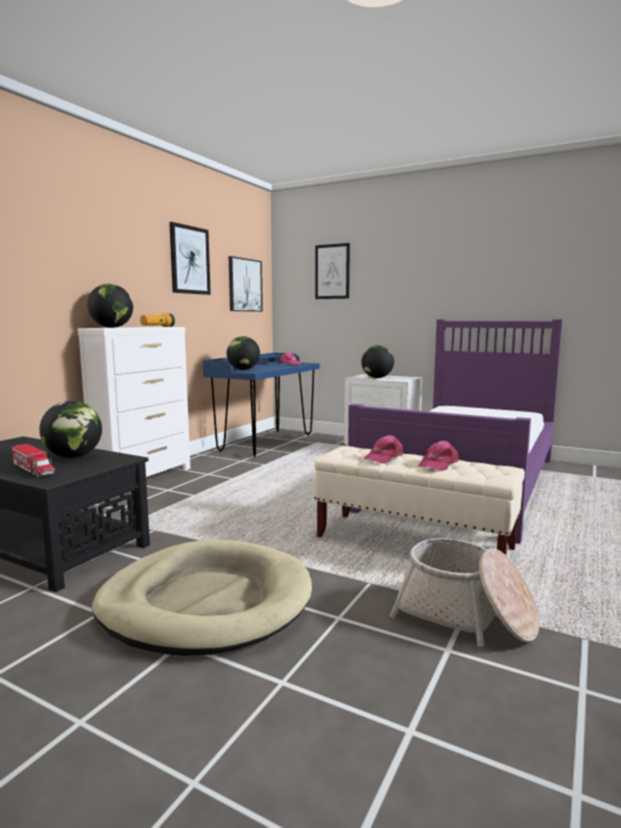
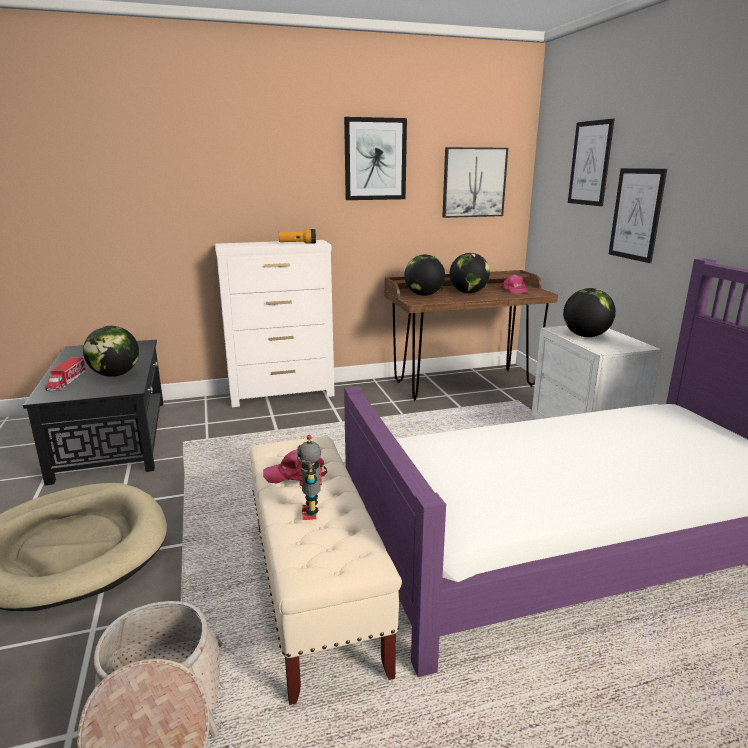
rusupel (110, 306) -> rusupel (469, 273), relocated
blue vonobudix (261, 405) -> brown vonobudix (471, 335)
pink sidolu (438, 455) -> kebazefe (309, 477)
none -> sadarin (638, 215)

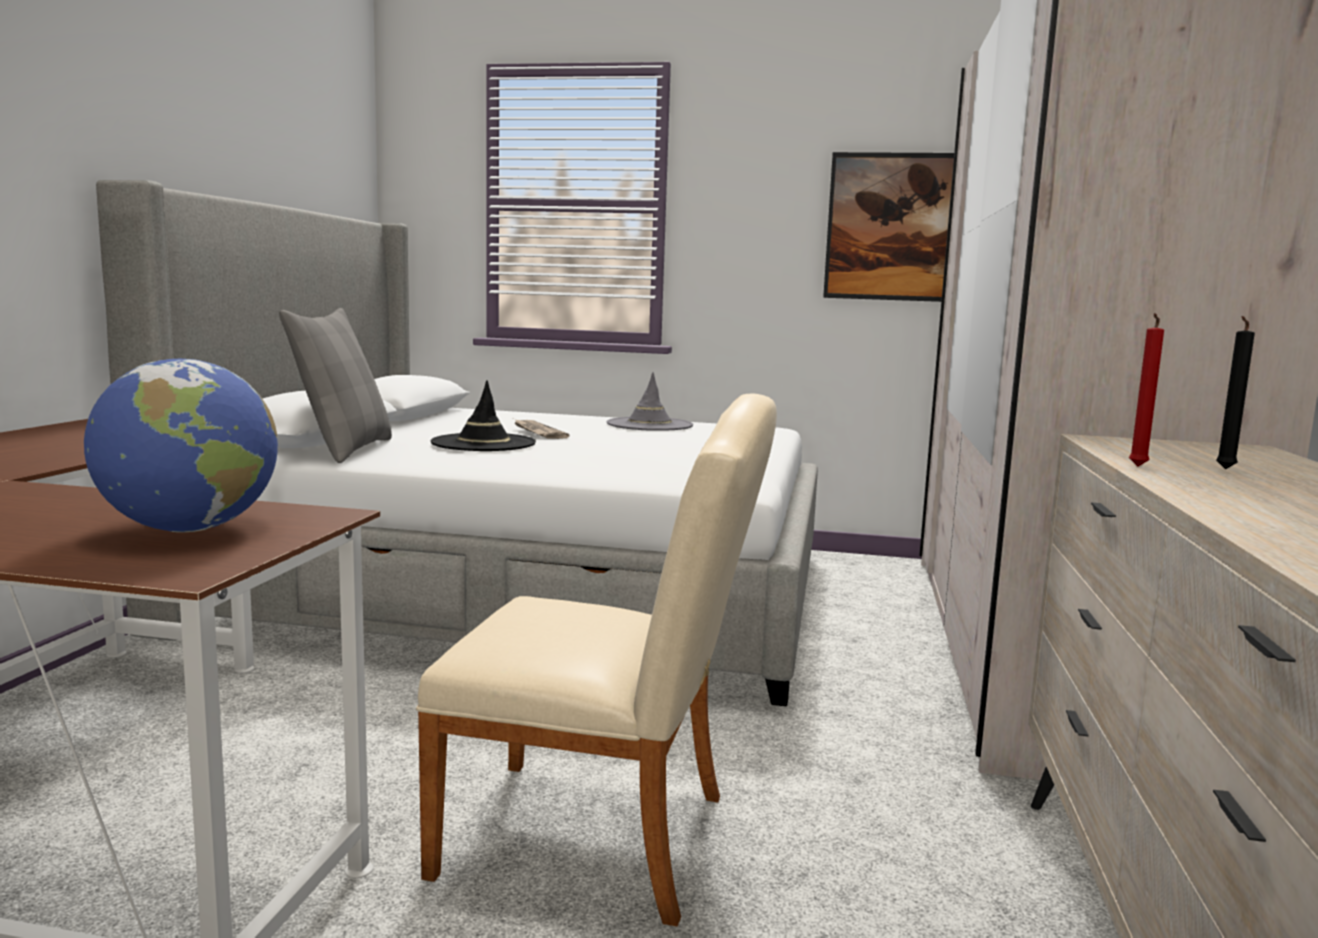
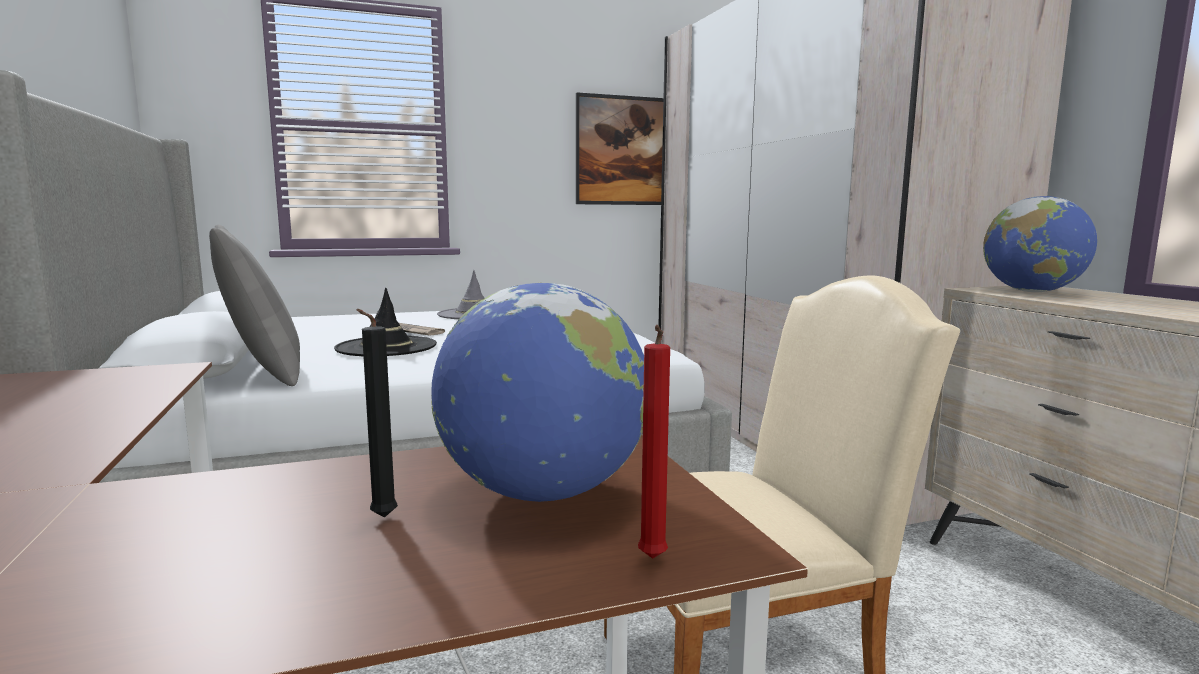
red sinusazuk (1146, 390) -> red sinusazuk (654, 442), relocated
black sinusazuk (1235, 392) -> black sinusazuk (377, 413), relocated
none -> rusupel (1040, 244)

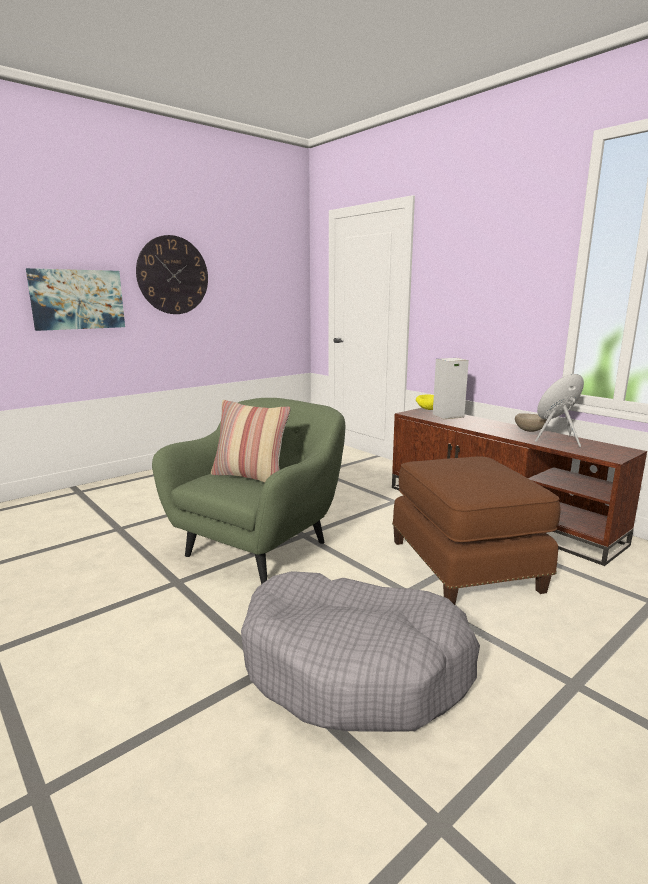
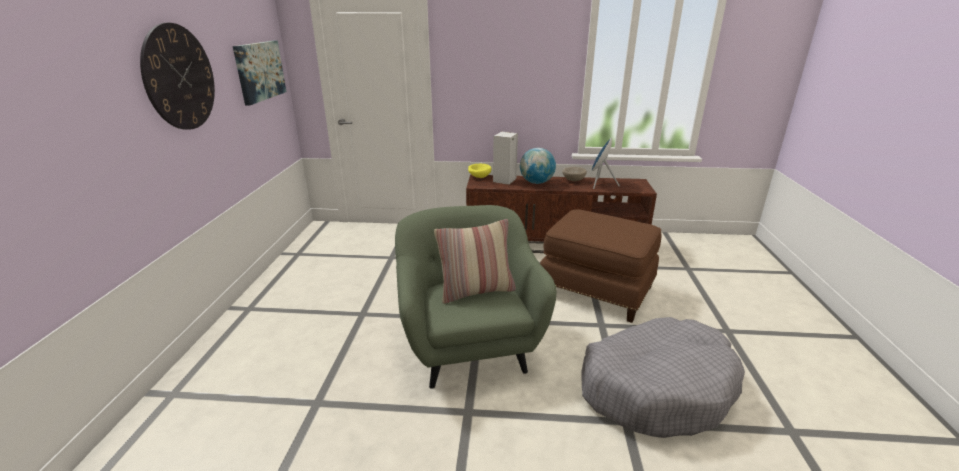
sadarin (75, 299) -> sadarin (259, 73), relocated
none -> rusupel (538, 166)

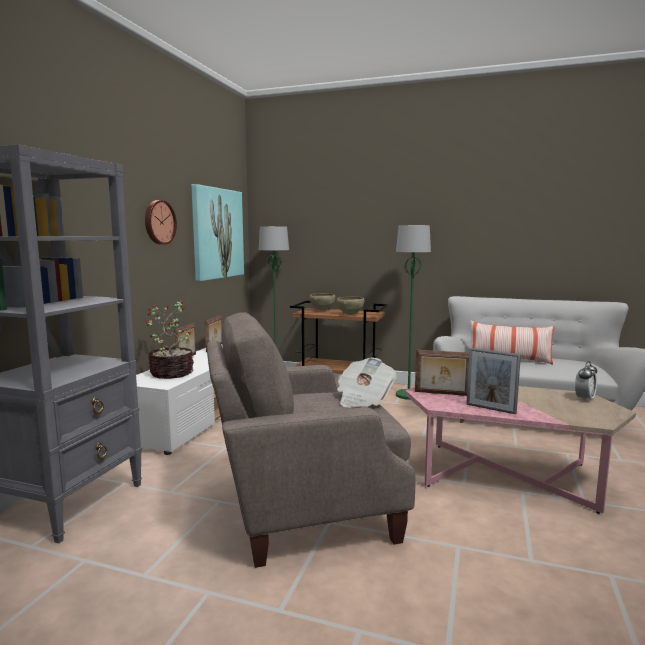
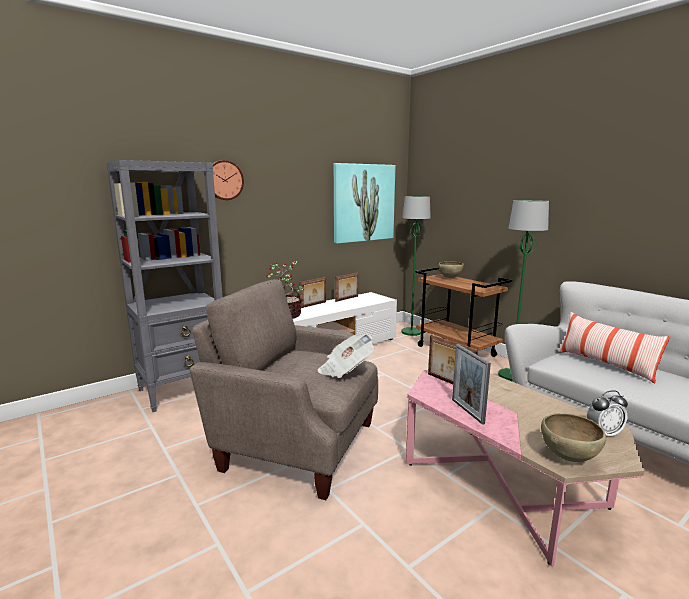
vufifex (161, 222) -> vufifex (228, 180), relocated
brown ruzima (351, 305) -> brown ruzima (573, 437), relocated

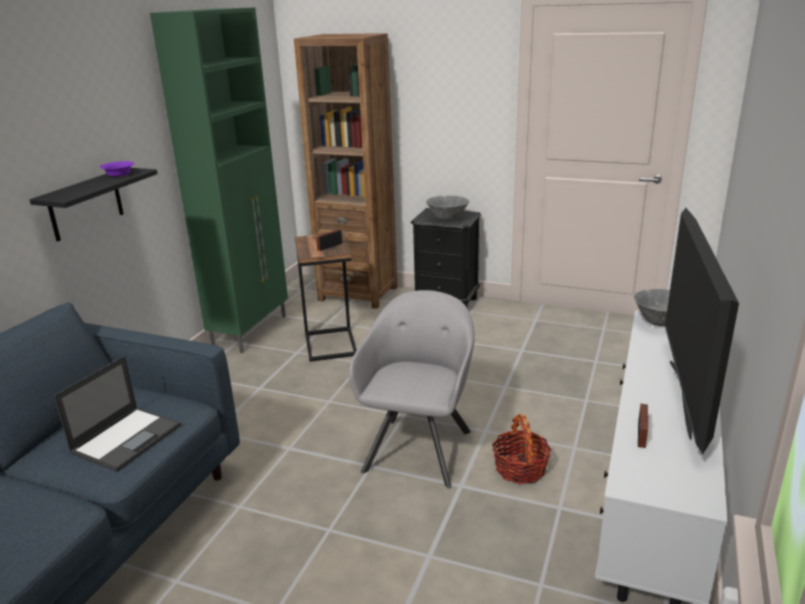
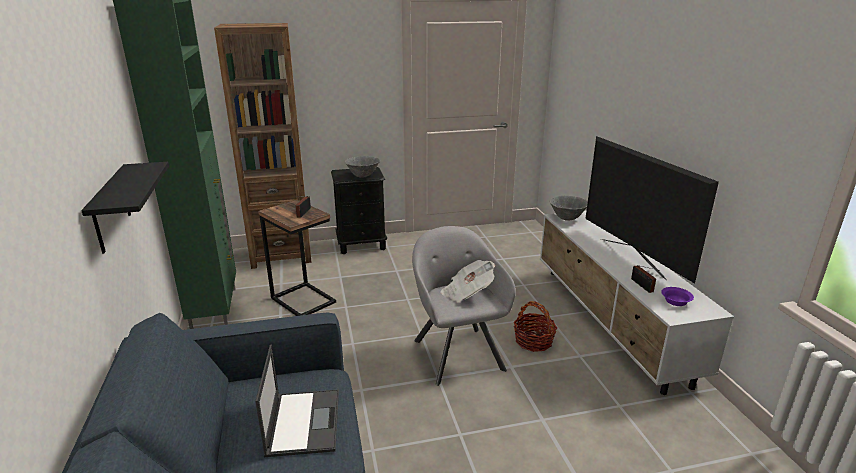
purple ruzima (117, 169) -> purple ruzima (677, 296), relocated
none -> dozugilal (468, 281)

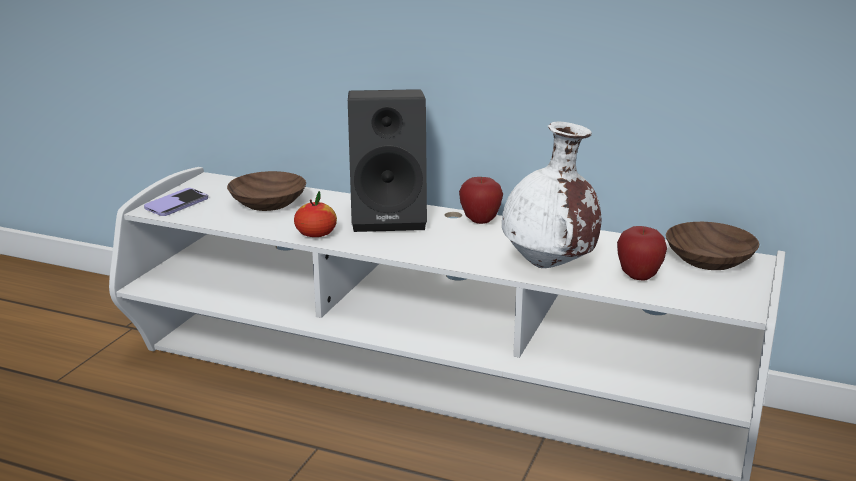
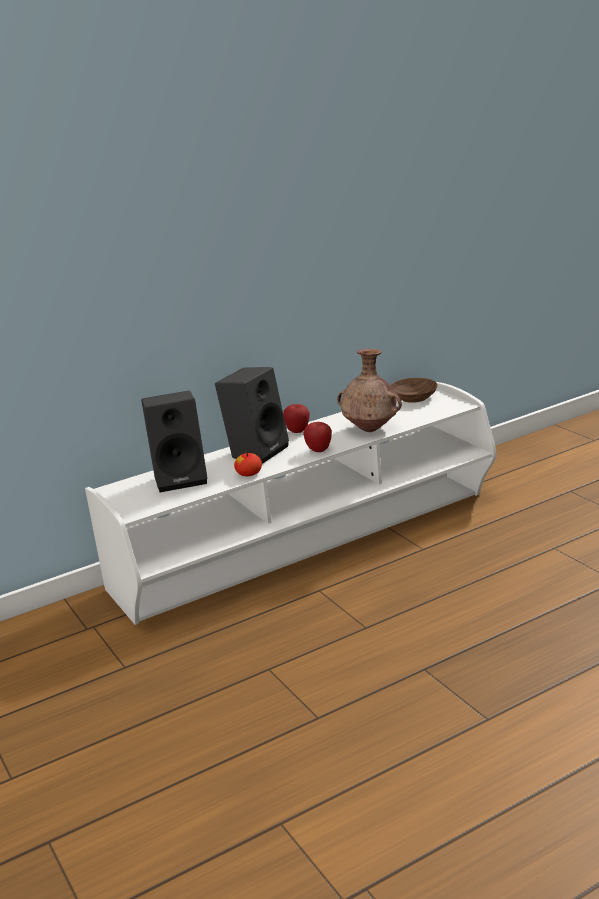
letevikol (176, 202) -> none
brown ruzima (266, 191) -> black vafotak (174, 441)
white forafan (551, 195) -> brown forafan (369, 390)
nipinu (642, 253) -> nipinu (318, 437), relocated

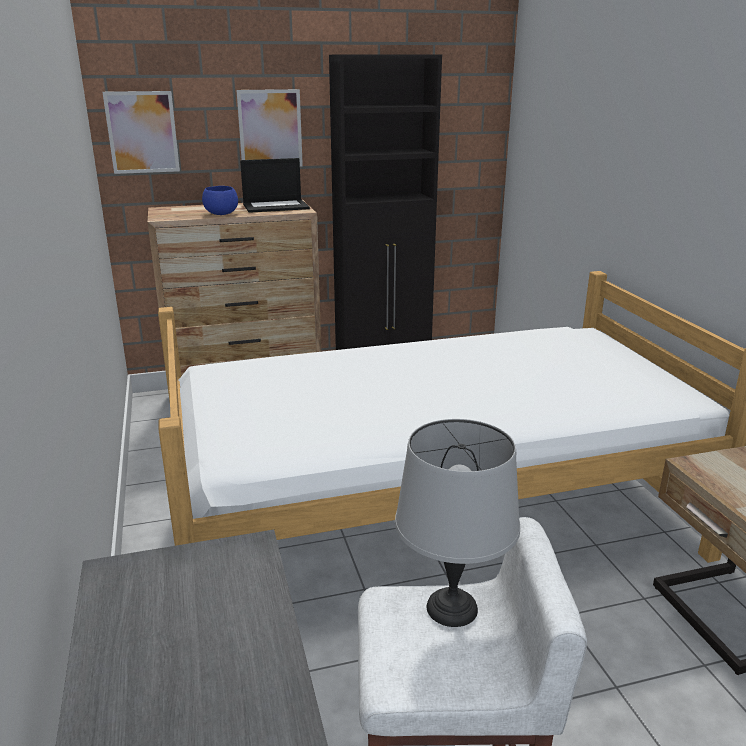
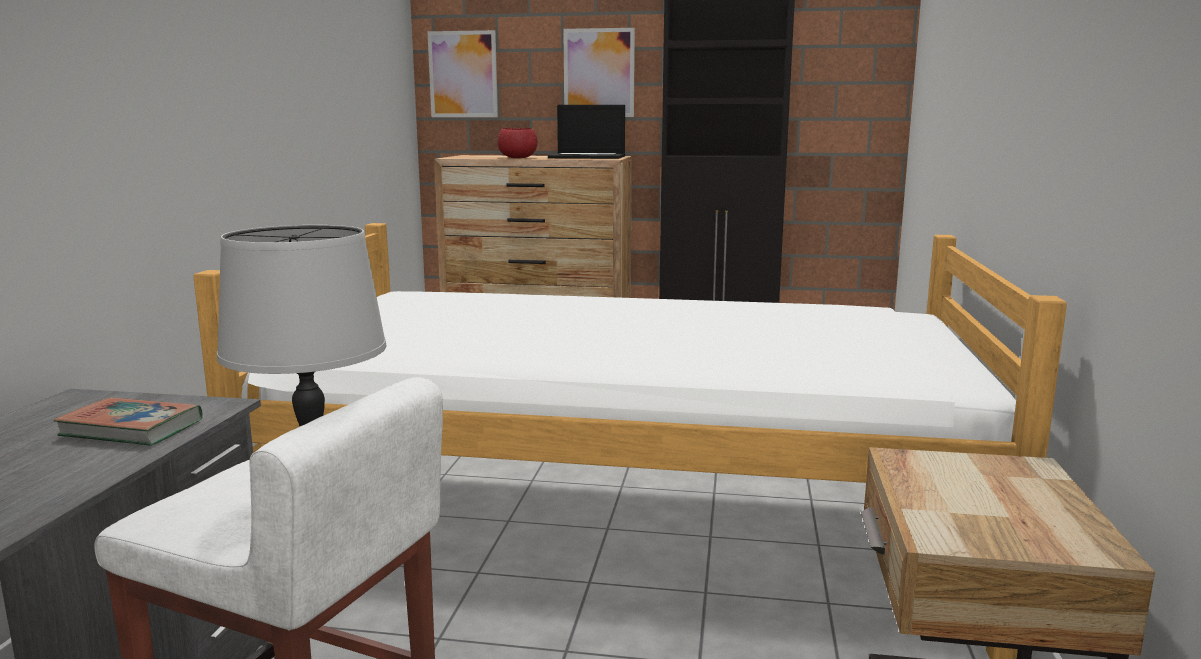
blue ruzima (220, 200) -> red ruzima (518, 143)
none -> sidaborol (128, 421)

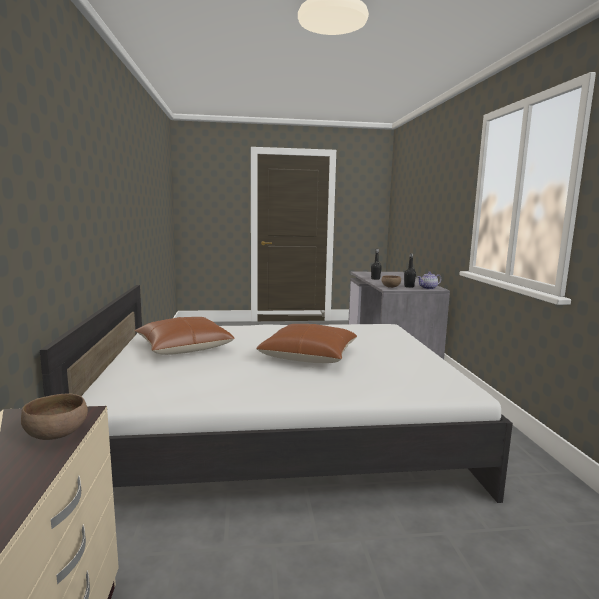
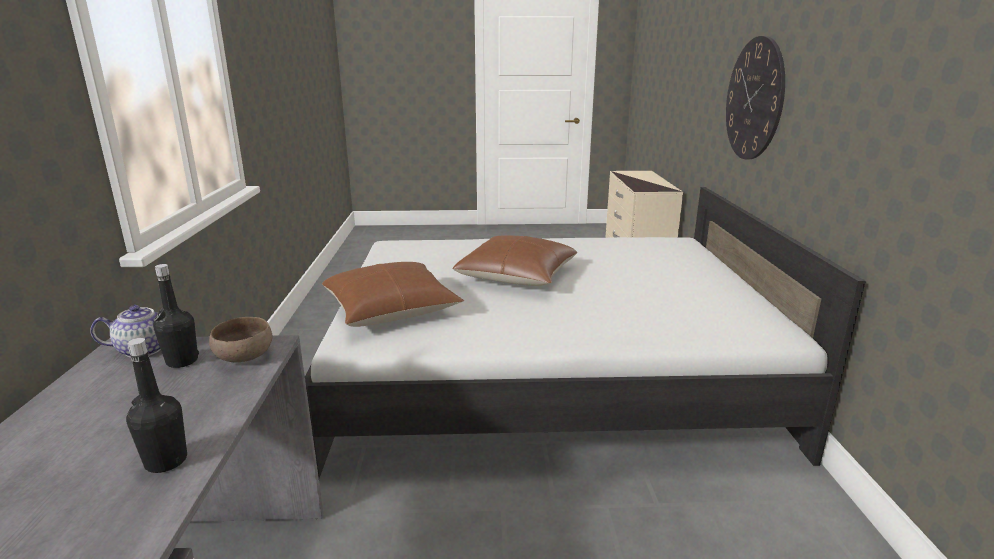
brown ruzima (54, 416) -> none
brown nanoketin (184, 336) -> brown nanoketin (393, 294), relocated
none -> vufifex (755, 97)

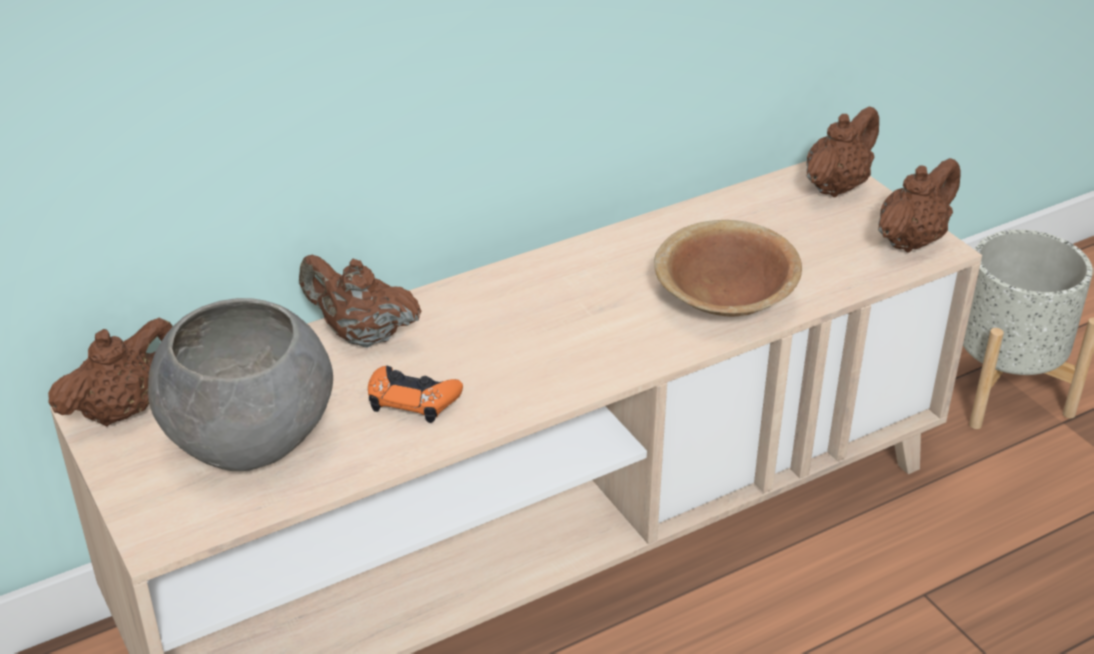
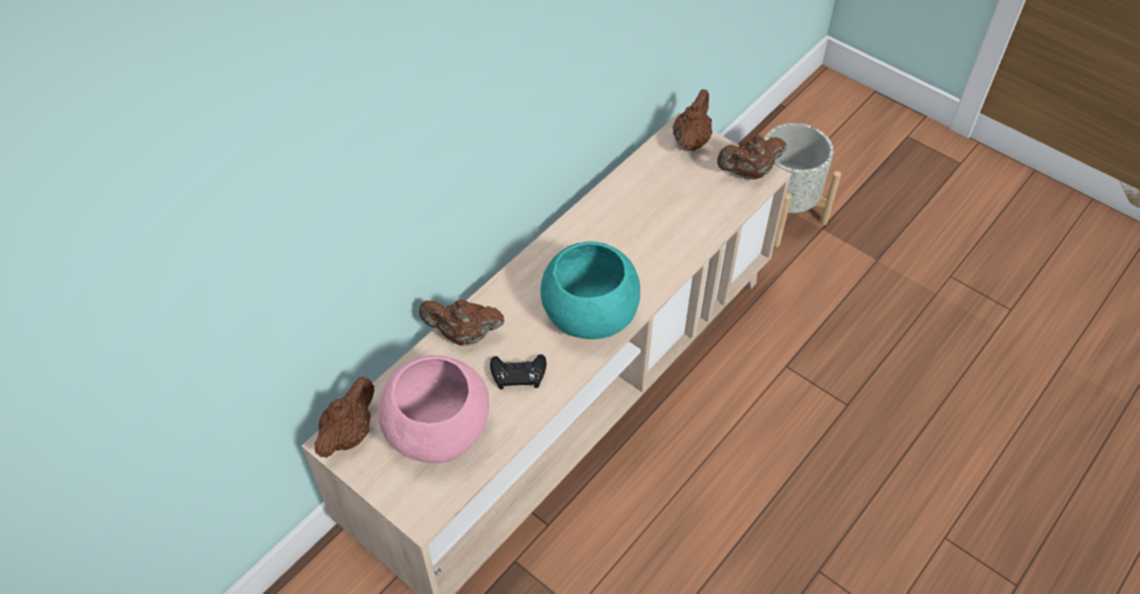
grey ruzima (240, 384) -> pink ruzima (433, 409)
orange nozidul (415, 394) -> black nozidul (518, 371)
brown ruzima (728, 268) -> none
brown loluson (919, 205) -> brown loluson (752, 157), 135 degrees counterclockwise
none -> turquoise ruzima (590, 290)

